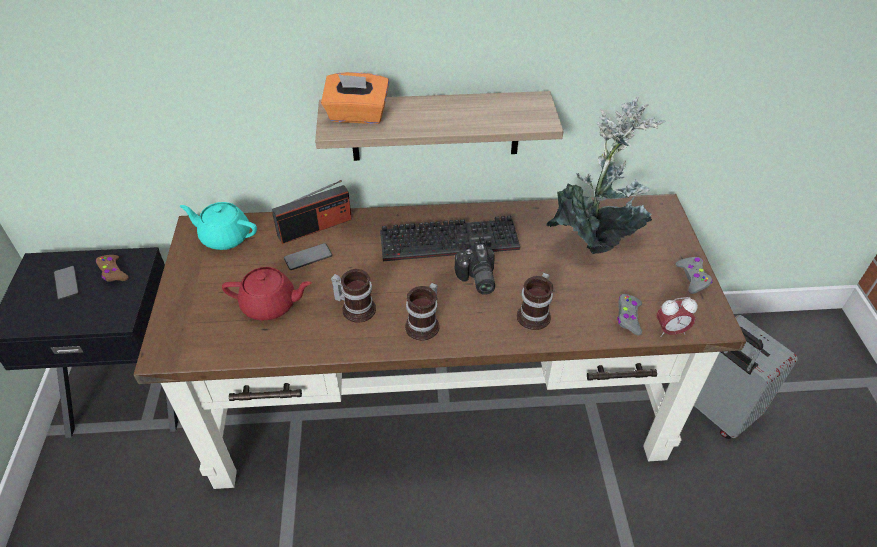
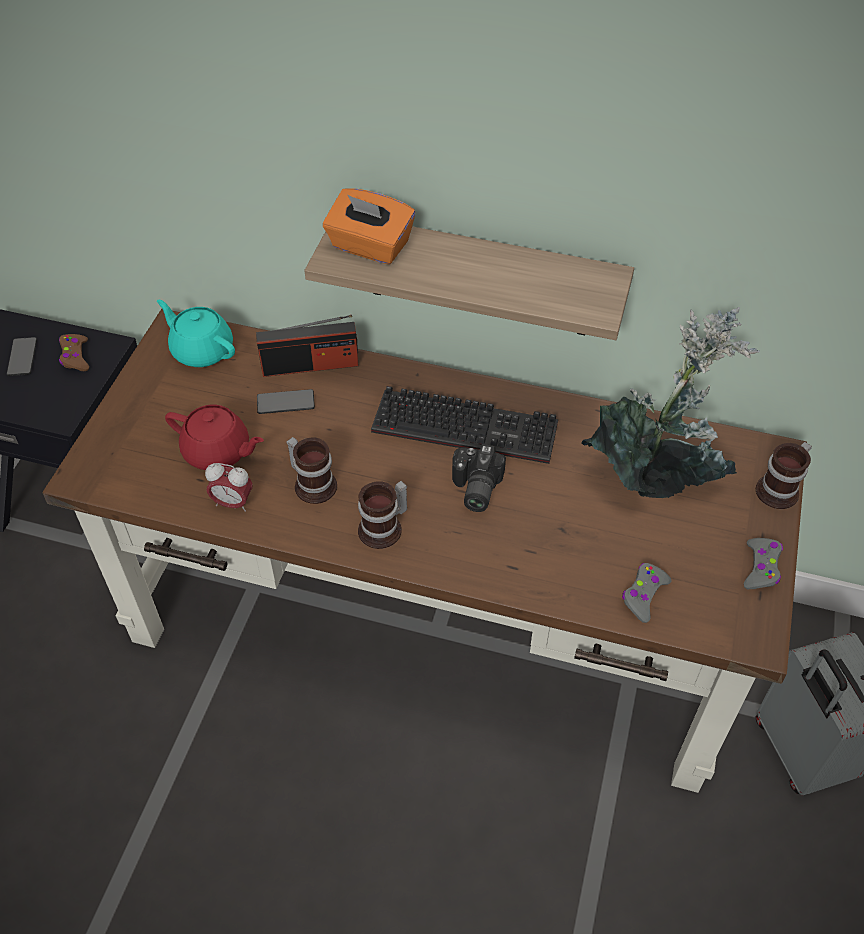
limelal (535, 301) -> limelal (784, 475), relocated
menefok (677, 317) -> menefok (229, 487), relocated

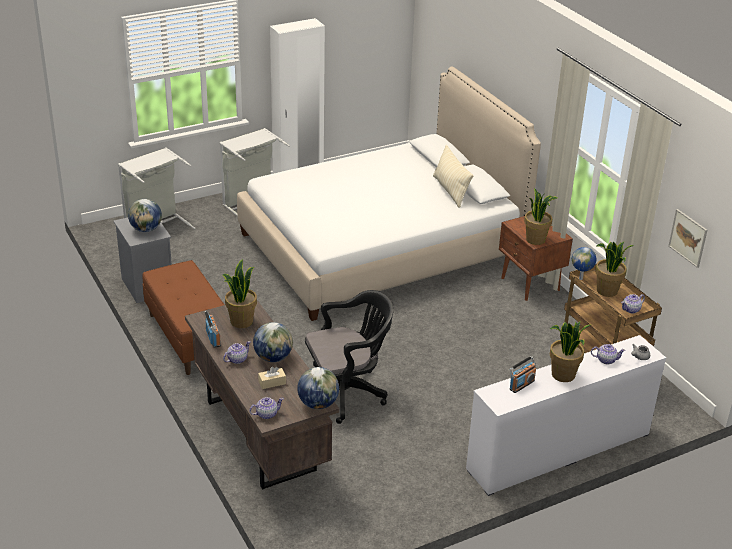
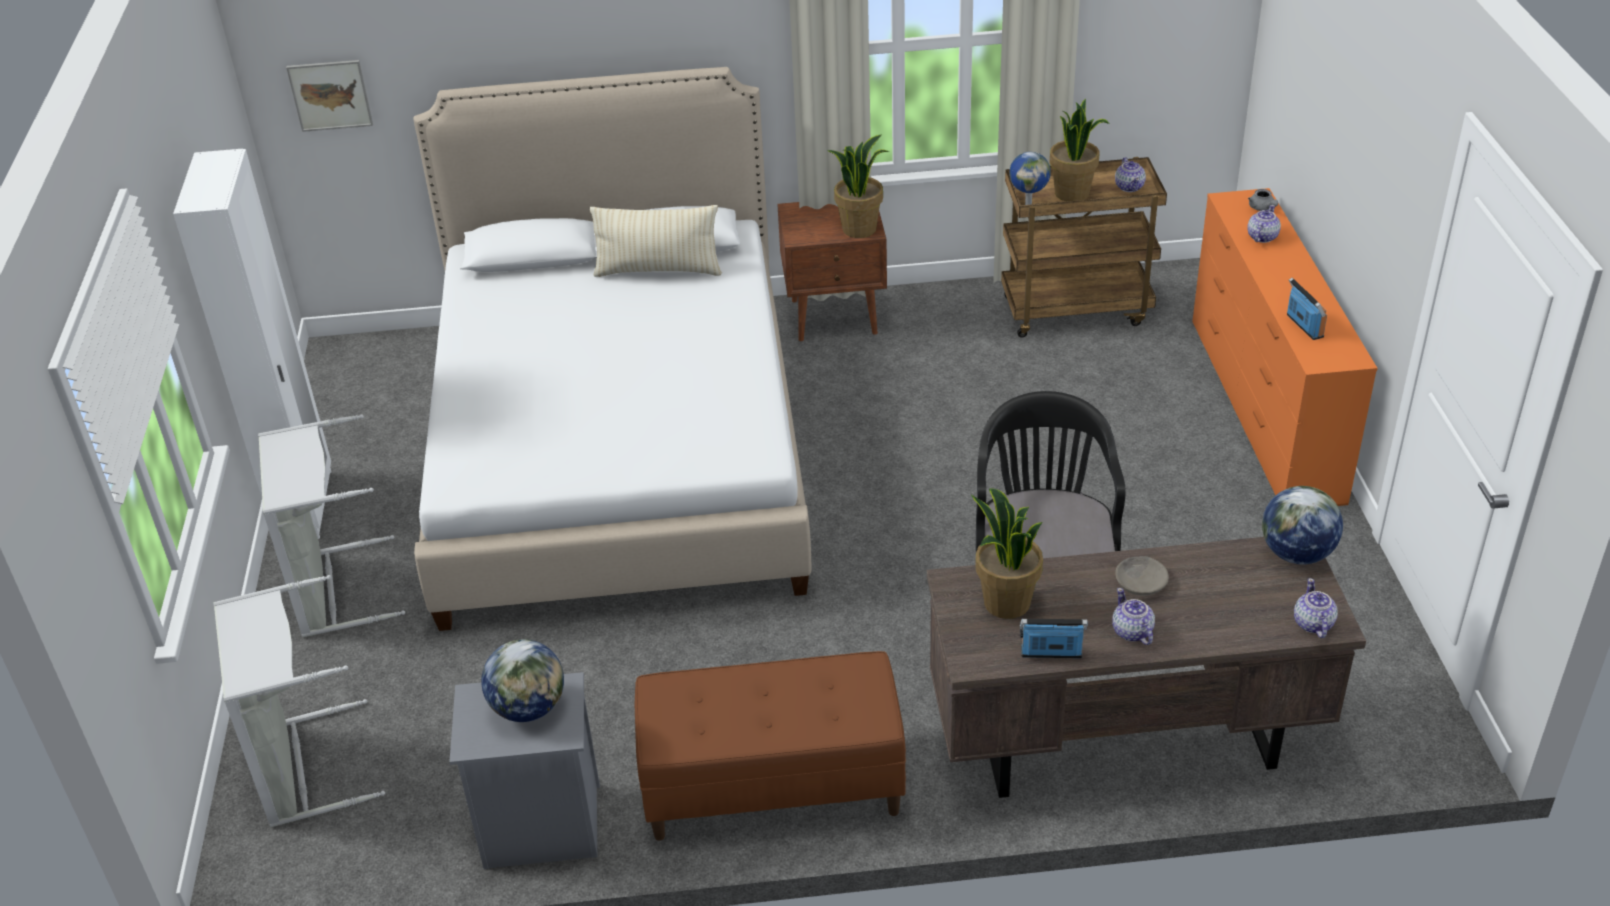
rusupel (273, 342) -> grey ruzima (1142, 576)
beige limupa (272, 378) -> none
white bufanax (566, 415) -> orange bufanax (1285, 347)
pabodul (570, 351) -> none
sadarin (687, 238) -> sadarin (329, 96), relocated

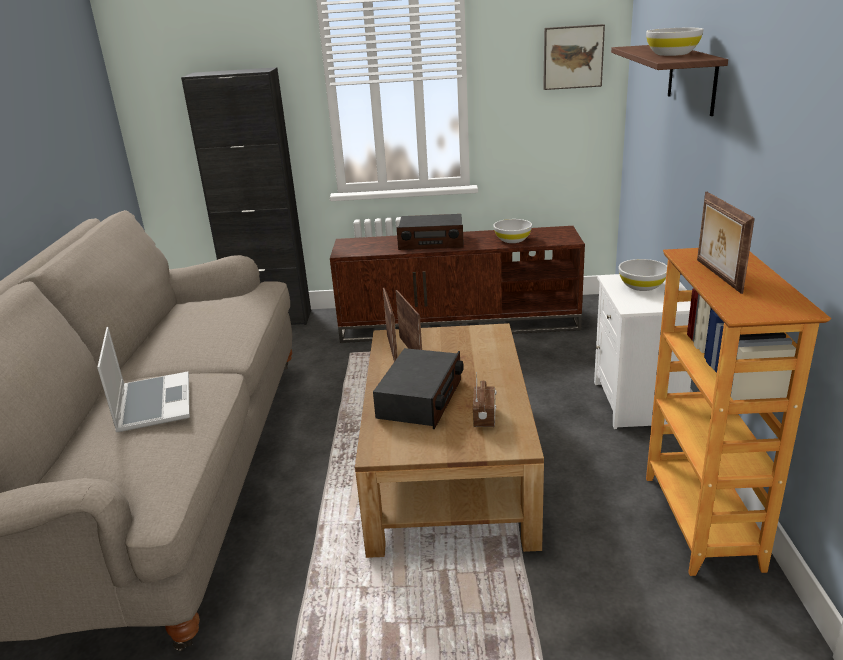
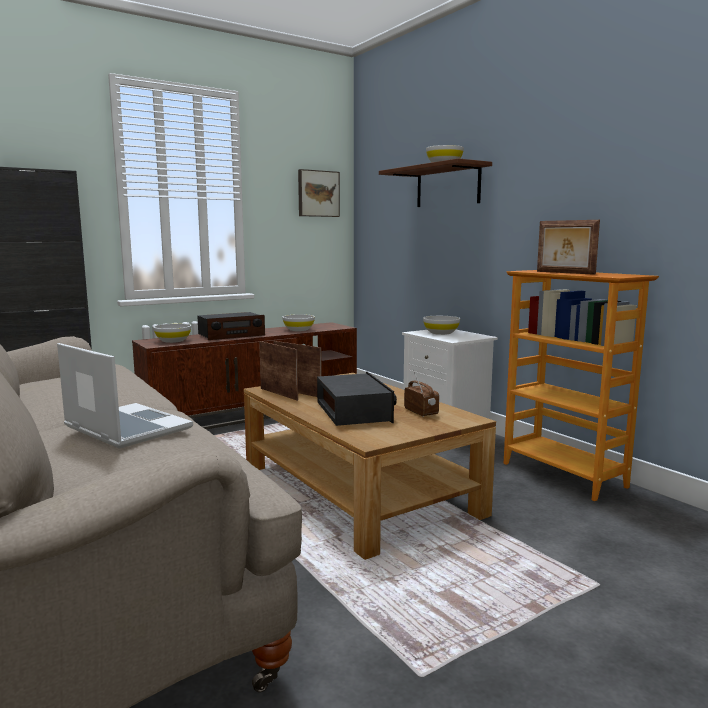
none -> white ruzima (172, 333)

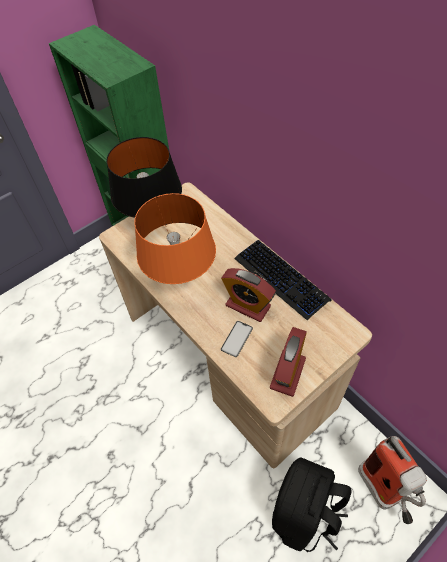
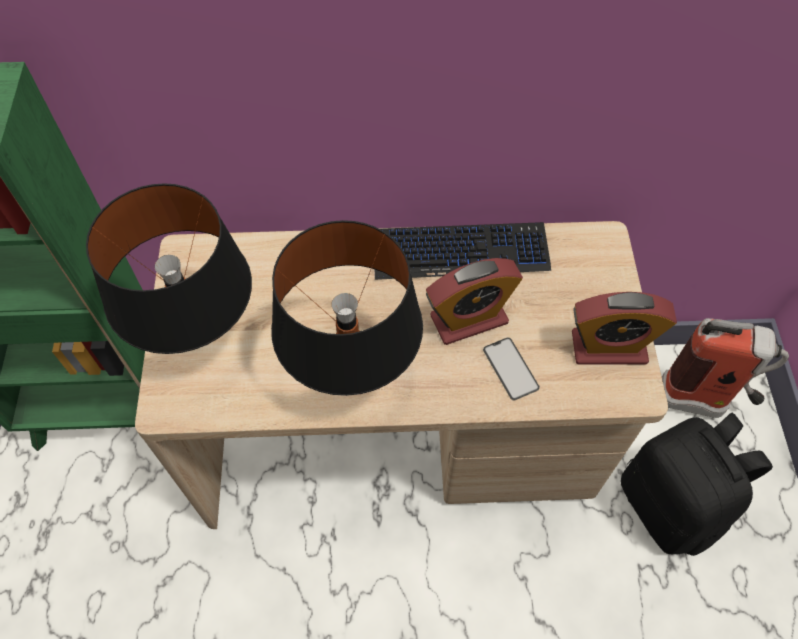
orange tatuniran (175, 238) -> black tatuniran (347, 308)
menefok (288, 362) -> menefok (624, 328), 60 degrees counterclockwise

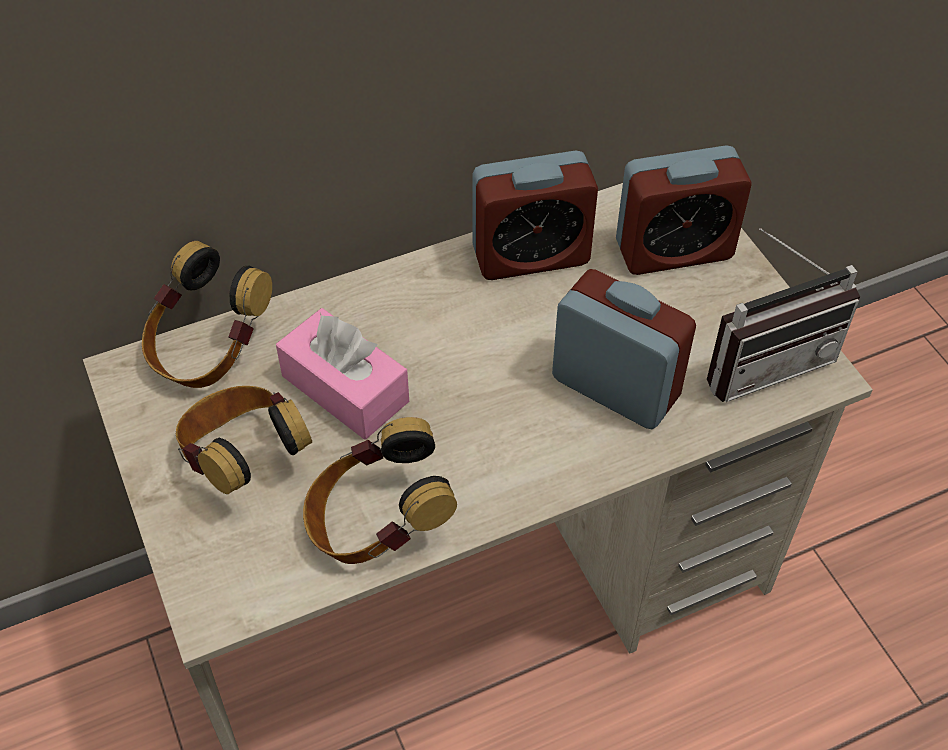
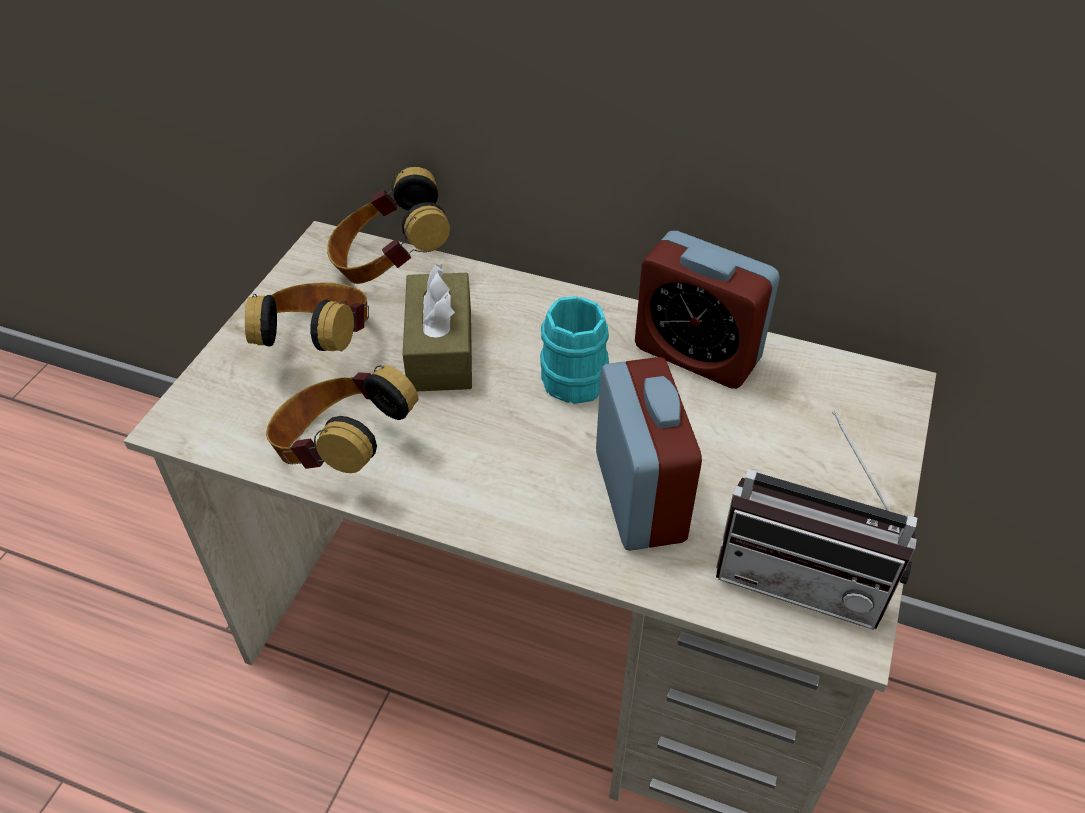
pink limupa (342, 373) -> brown limupa (437, 327)
menefok (684, 210) -> none
none -> turquoise limelal (574, 350)

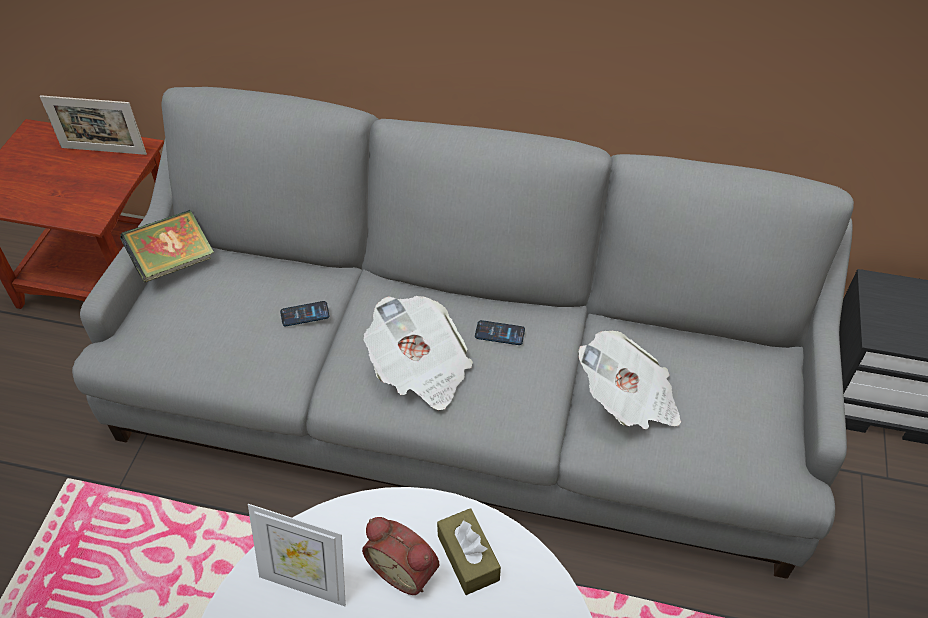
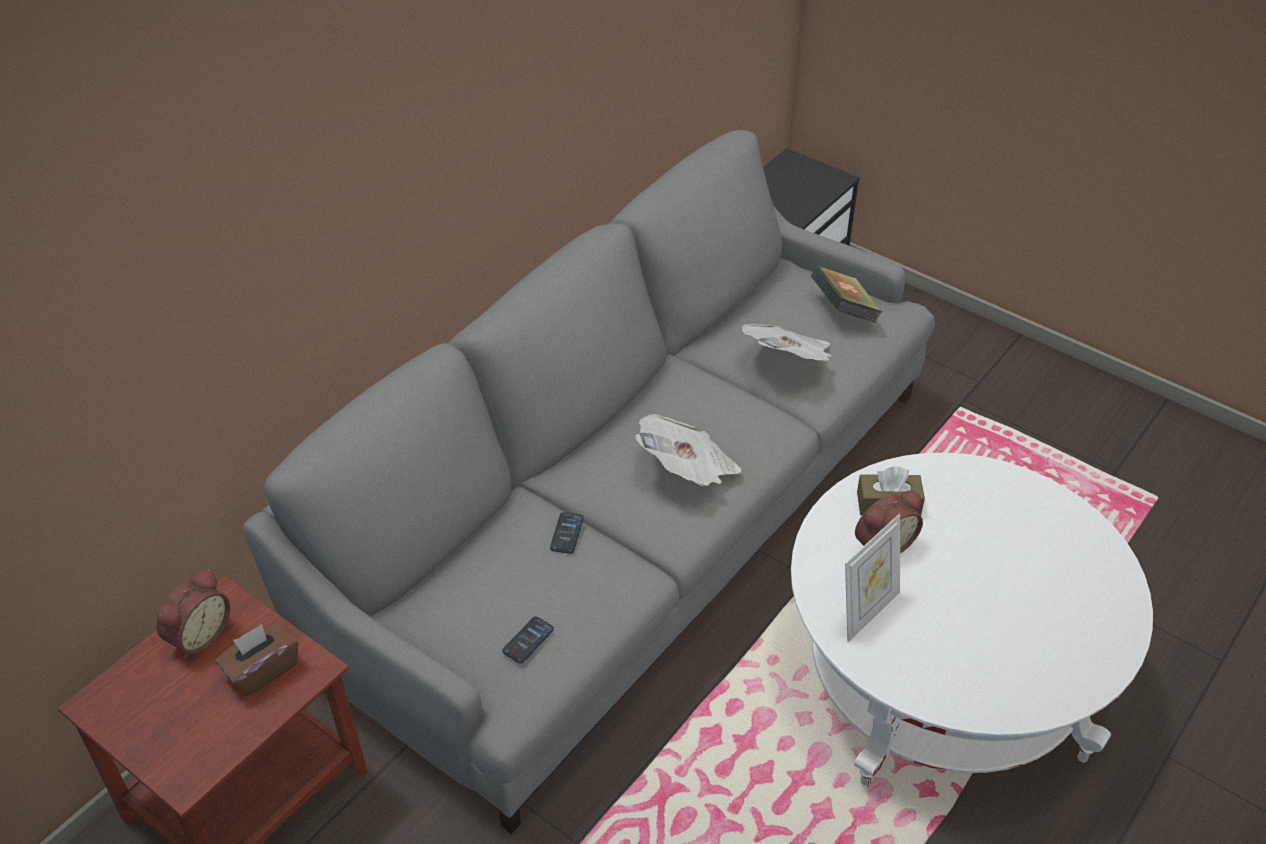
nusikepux (93, 125) -> menefok (193, 613)
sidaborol (167, 246) -> sidaborol (846, 294), relocated
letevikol (500, 332) -> letevikol (528, 640), relocated
none -> brown limupa (256, 659)

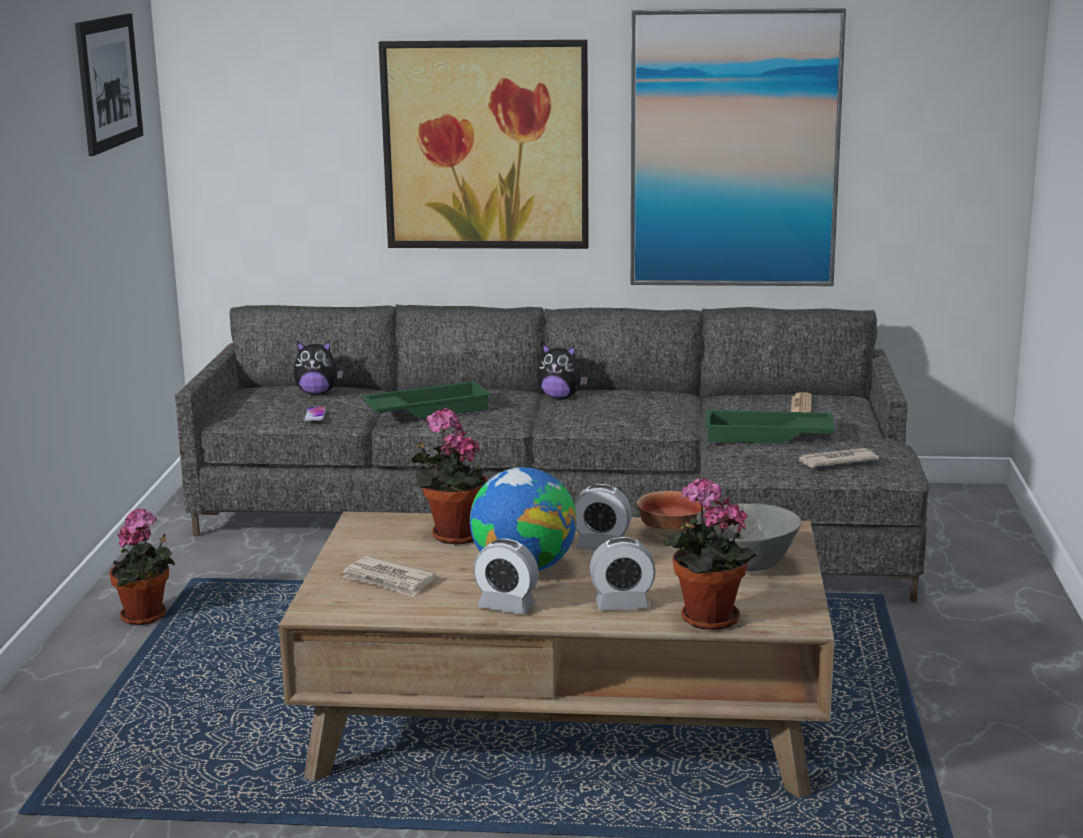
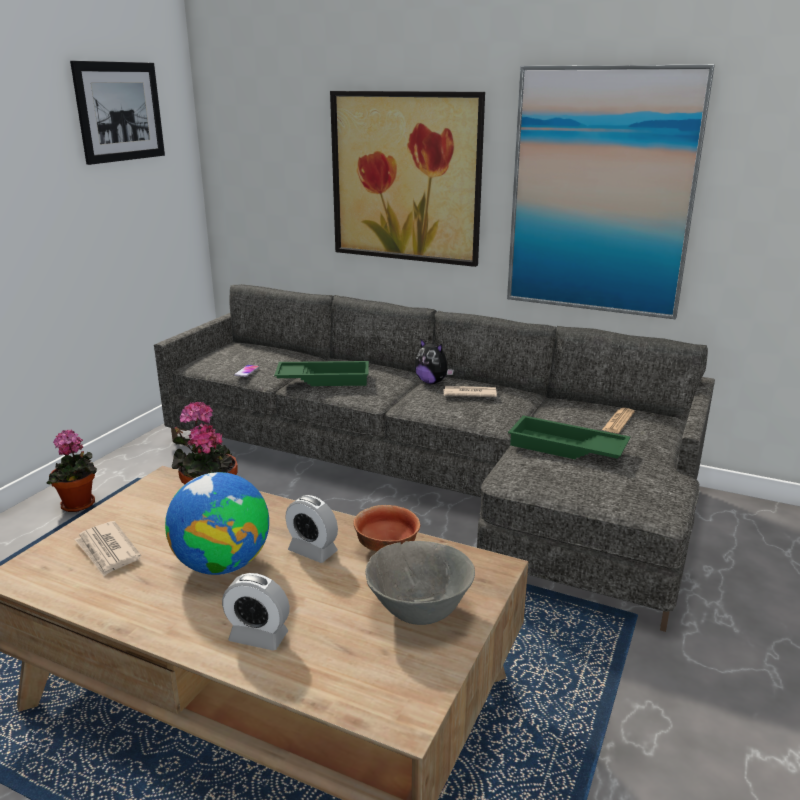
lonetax (318, 367) -> none
menefok (506, 576) -> none
pabodul (710, 553) -> none
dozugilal (837, 457) -> dozugilal (470, 391), relocated

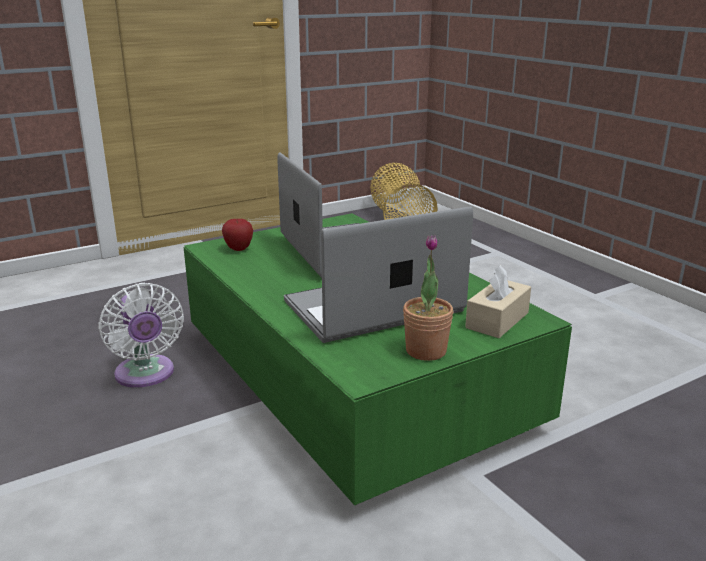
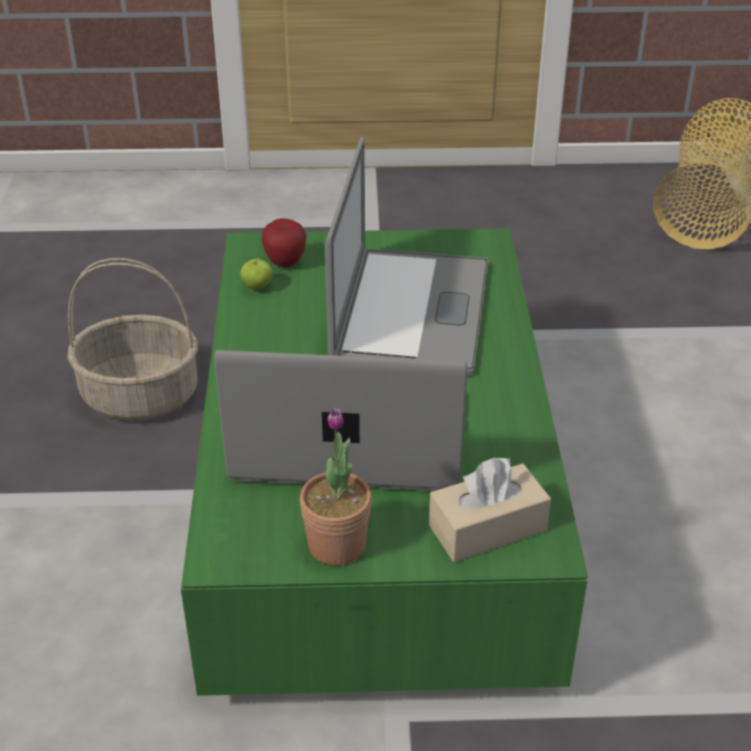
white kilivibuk (141, 335) -> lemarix (133, 339)
none -> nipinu (256, 274)

